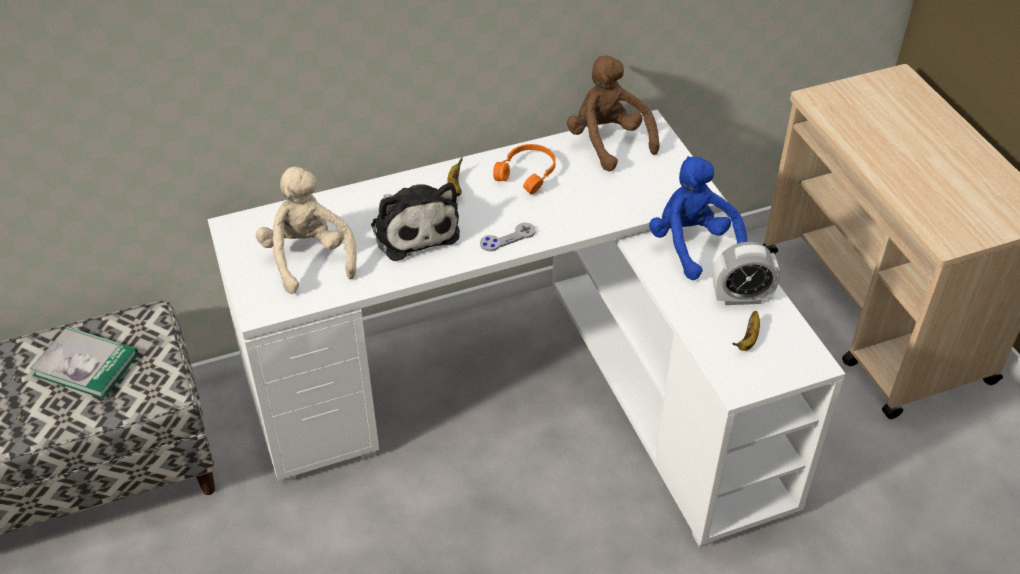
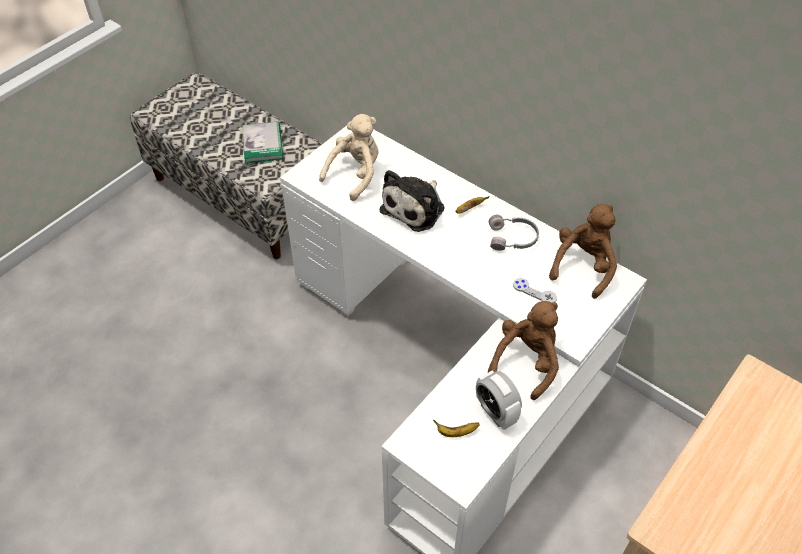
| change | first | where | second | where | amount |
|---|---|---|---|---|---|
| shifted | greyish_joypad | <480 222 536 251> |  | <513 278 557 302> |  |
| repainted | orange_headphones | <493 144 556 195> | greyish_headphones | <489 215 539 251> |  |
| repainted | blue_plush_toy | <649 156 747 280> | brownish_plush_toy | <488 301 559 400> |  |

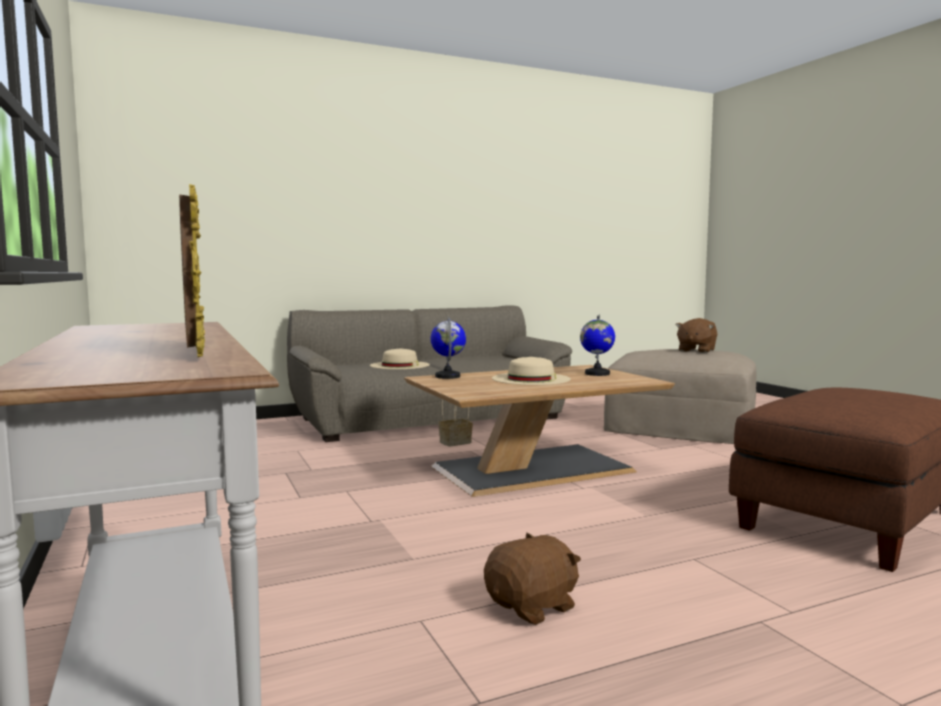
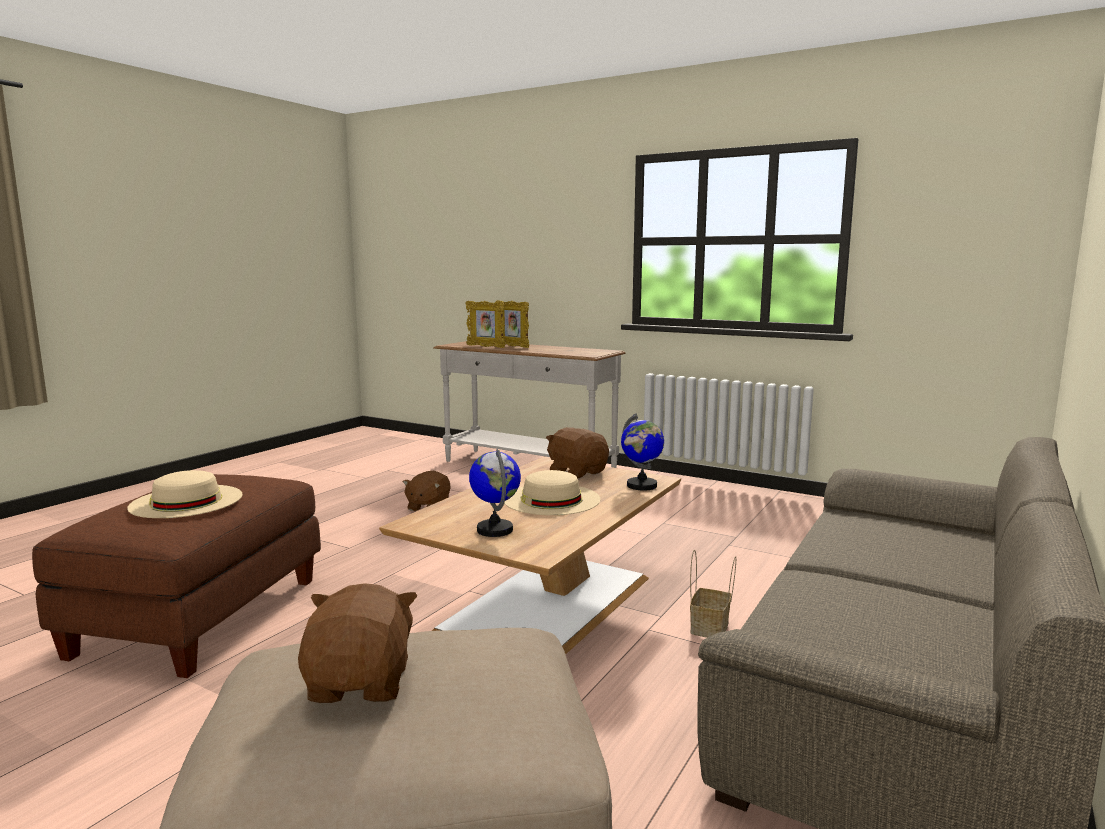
| change | first | where | second | where | amount |
|---|---|---|---|---|---|
| new |  |  | standing_frame | <496 300 529 348> |  |
| new |  |  | brownish_plush_toy | <546 427 609 479> |  |
| shifted | beige_hat | <370 348 430 369> |  | <127 470 243 518> |  |

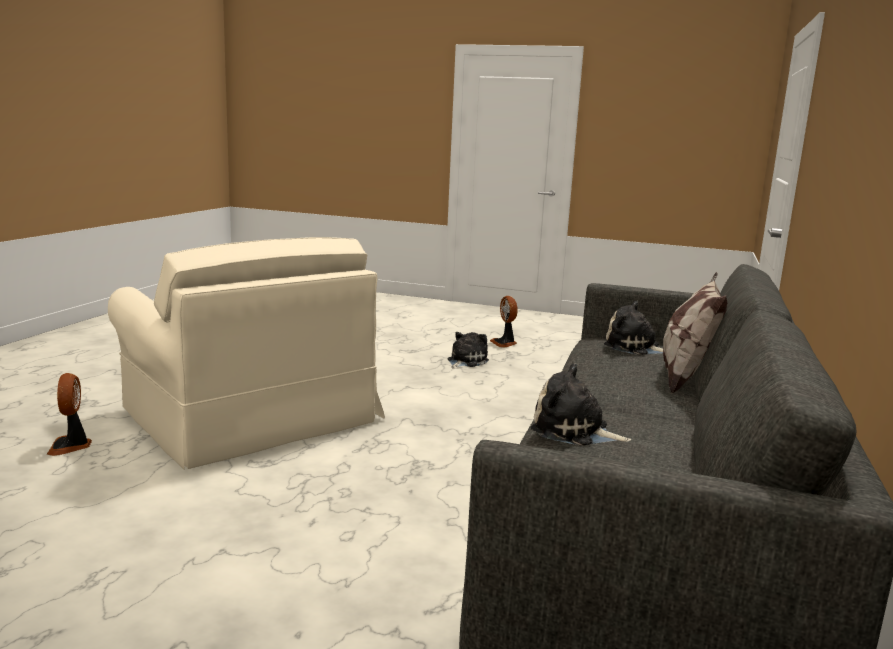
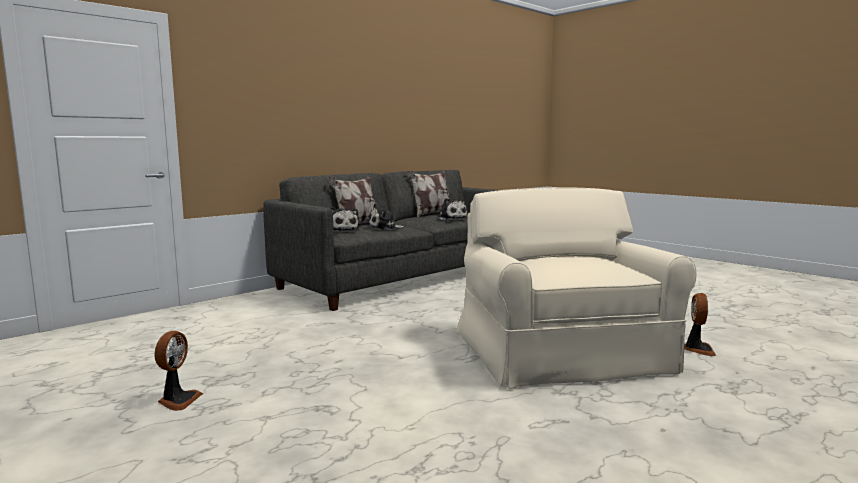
| change | first | where | second | where | amount |
|---|---|---|---|---|---|
| new |  |  | cushion | <407 171 449 217> |  |
| shifted | plush_toy | <448 332 489 369> |  | <368 204 405 230> |  |

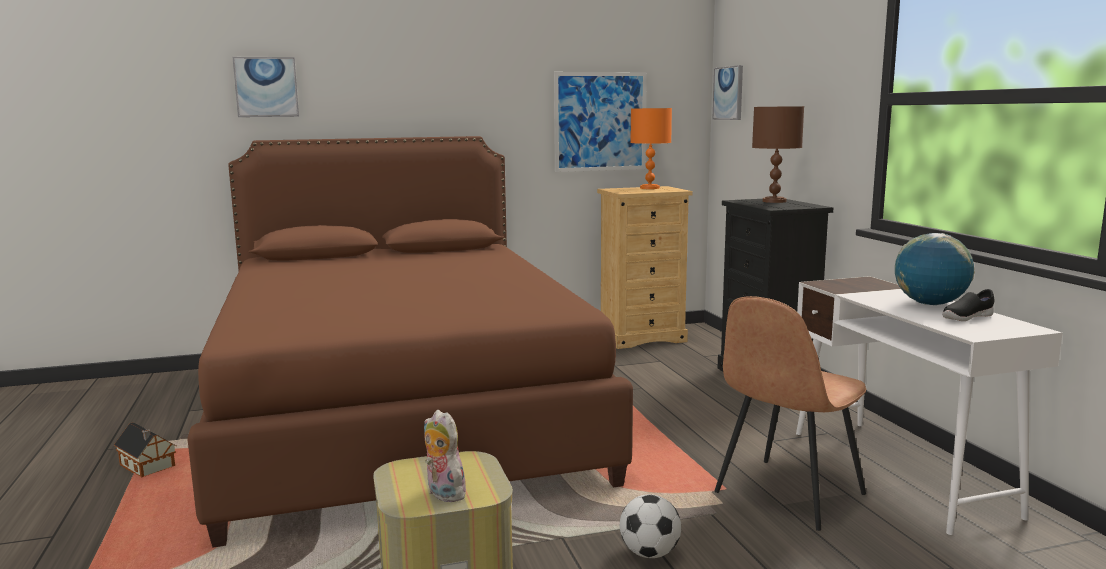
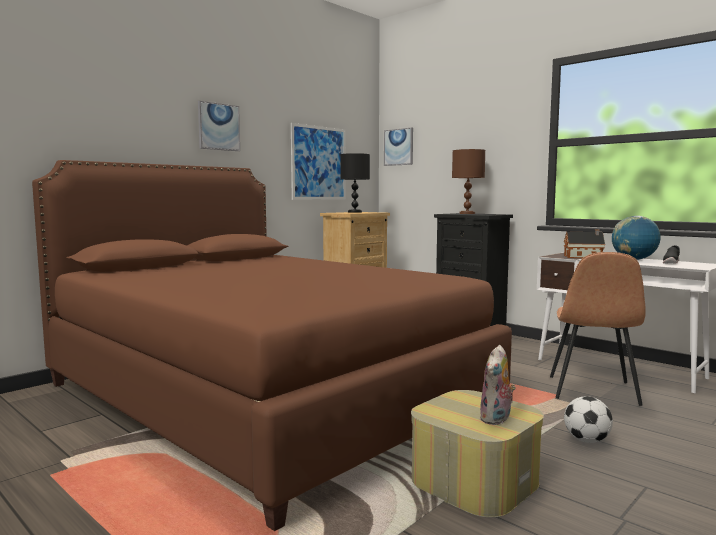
| change | first | where | second | where | amount |
|---|---|---|---|---|---|
| shifted | model_house | <114 422 176 477> |  | <564 229 605 258> |  |
| shifted | wall_picture | <233 57 299 117> |  | <198 101 240 151> |  |
| repainted | orange_table_lamp | <630 108 672 189> | black_table_lamp | <340 153 370 213> |  |
| rotated | plush_toy | <424 410 469 502> |  | <480 345 516 425> | 75 degrees counterclockwise |

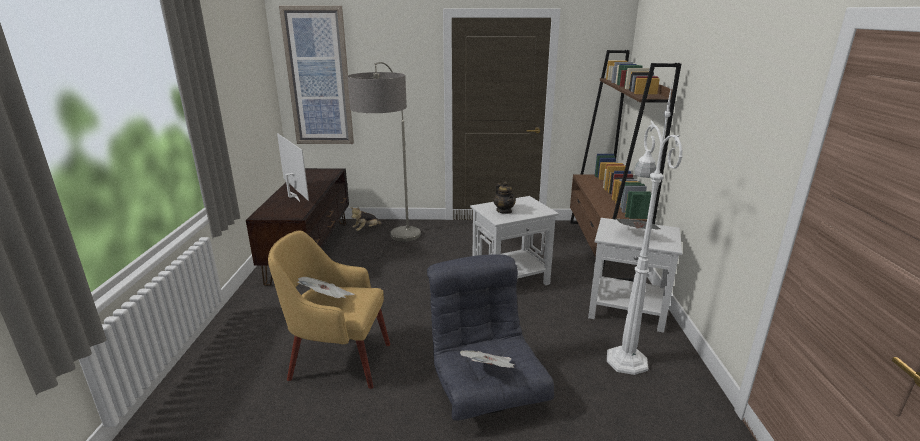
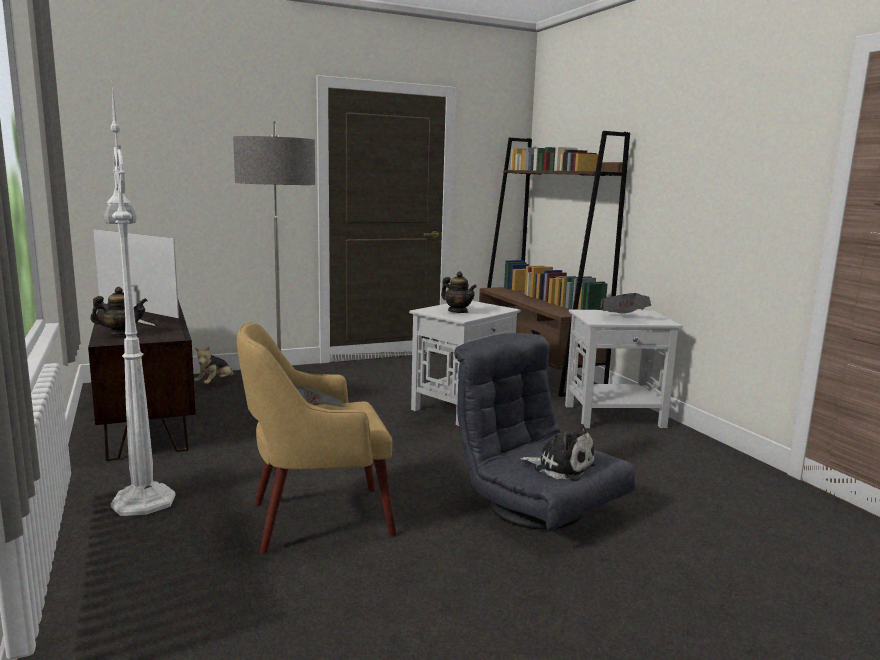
| change | first | where | second | where | amount |
|---|---|---|---|---|---|
| gone | wall_picture | <279 6 354 144> |  |  |  |
| new |  |  | pot_for_tea | <90 287 148 336> |  |
| shifted | white-coloured_standard_lamp | <607 80 683 375> |  | <104 83 175 516> |  |
| swapped | newspaper | <460 351 514 368> | plush_toy | <520 424 596 481> |  |

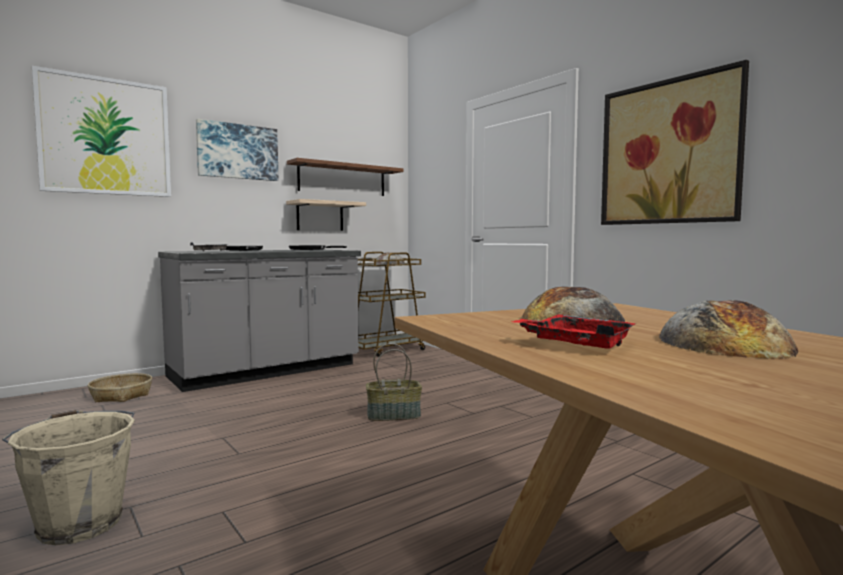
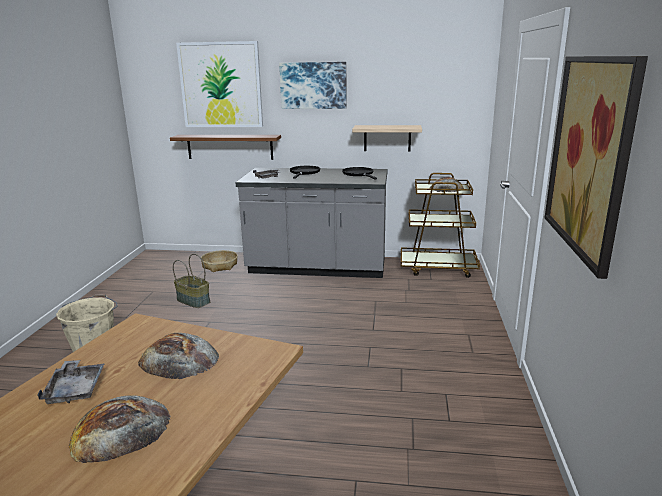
| change | first | where | second | where | amount |
|---|---|---|---|---|---|
| shifted | brownish_bracket_shelf | <287 158 404 196> |  | <170 135 281 160> |  |
| shifted | household_basket | <366 343 422 421> |  | <173 254 210 308> |  |
| repainted | red_carrying_tray | <513 314 637 349> | greyish_carrying_tray | <38 360 105 404> |  |

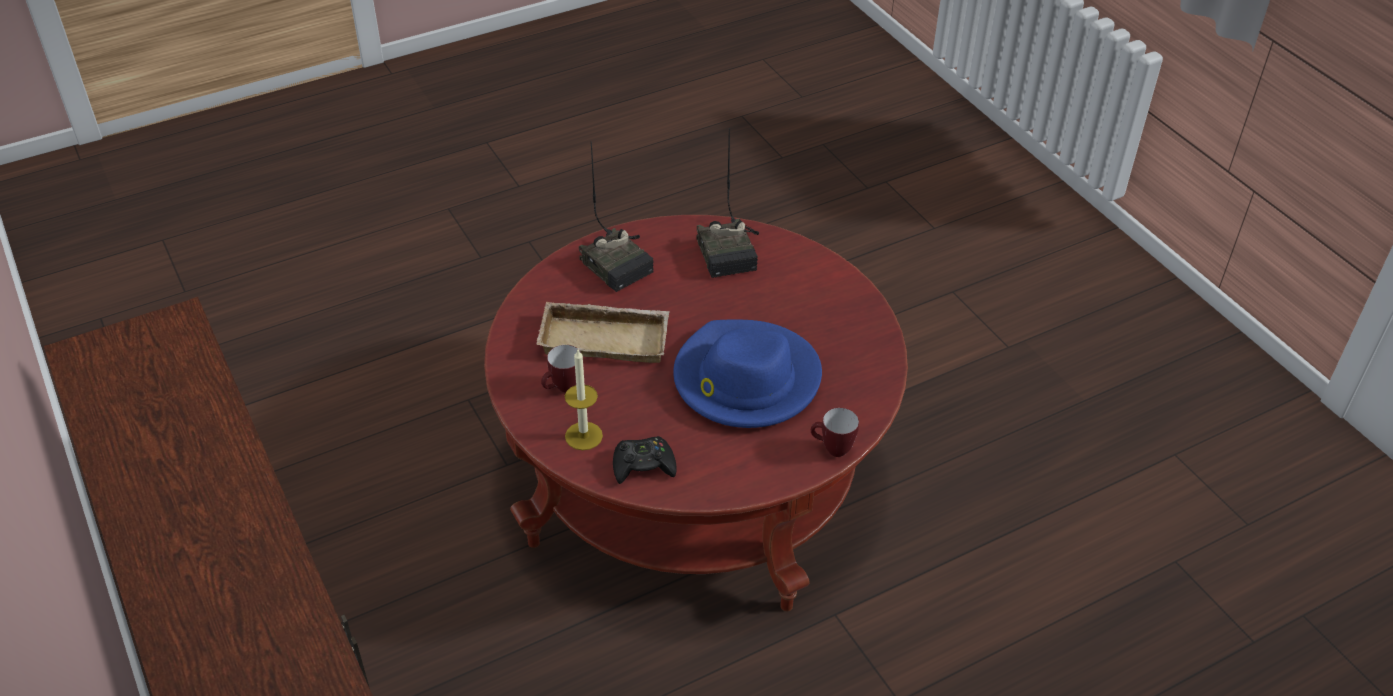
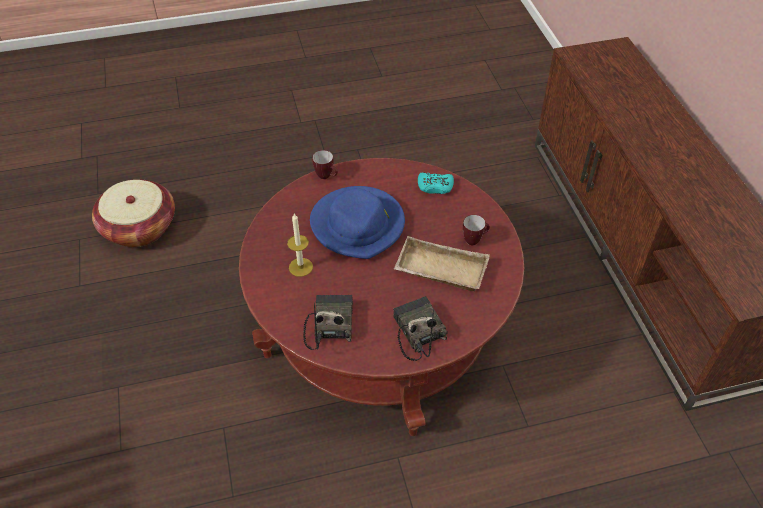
| change | first | where | second | where | amount |
|---|---|---|---|---|---|
| new |  |  | household_basket | <92 179 175 247> |  |
| shifted | wax_light | <565 350 603 450> |  | <287 213 313 277> |  |
| repainted | black_joypad | <613 436 677 484> | turquoise_joypad | <418 173 454 194> |  |

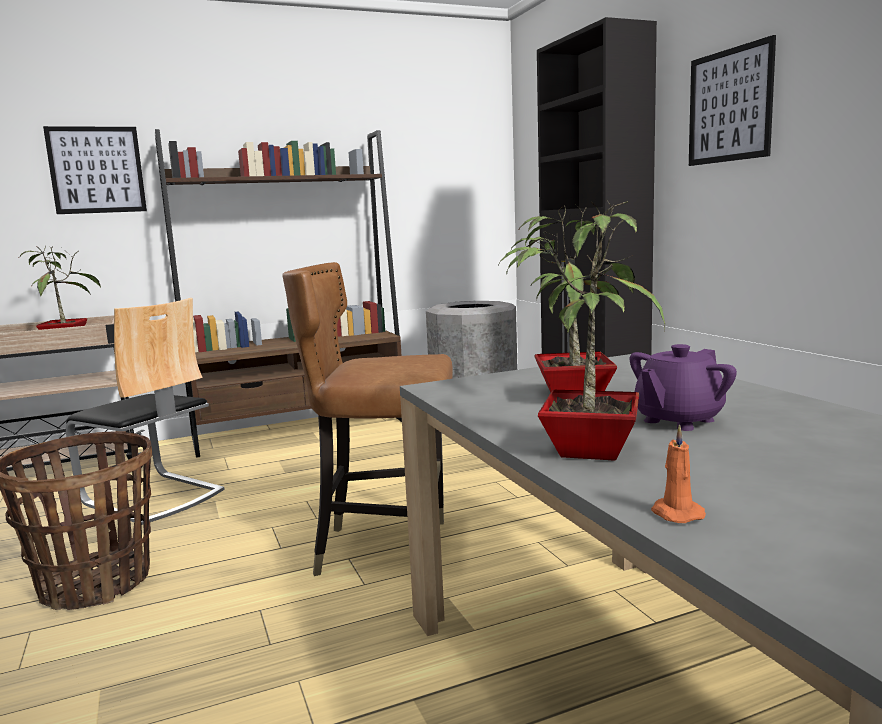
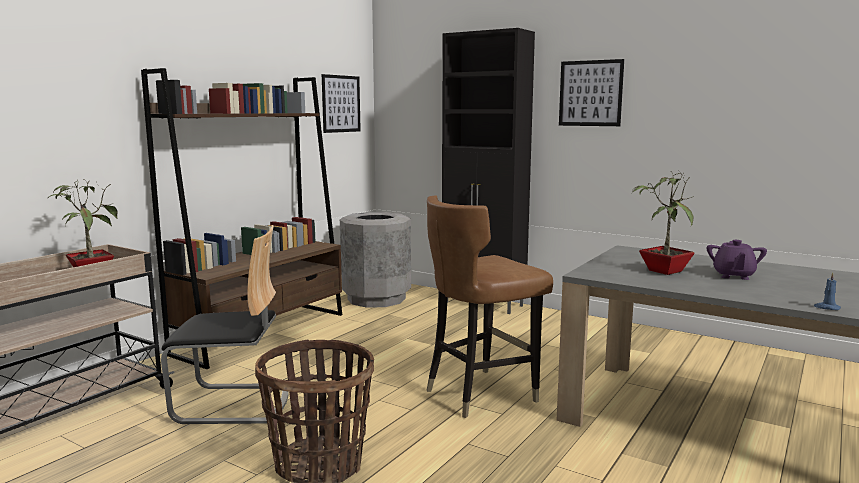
| change | first | where | second | where | amount |
|---|---|---|---|---|---|
| gone | potted_plant | <498 199 665 461> |  |  |  |
| shifted | wall_picture | <43 126 147 214> |  | <322 74 361 133> |  |
| repainted | orange_wax_light | <651 424 706 523> | blue_wax_light | <814 272 841 310> |  |

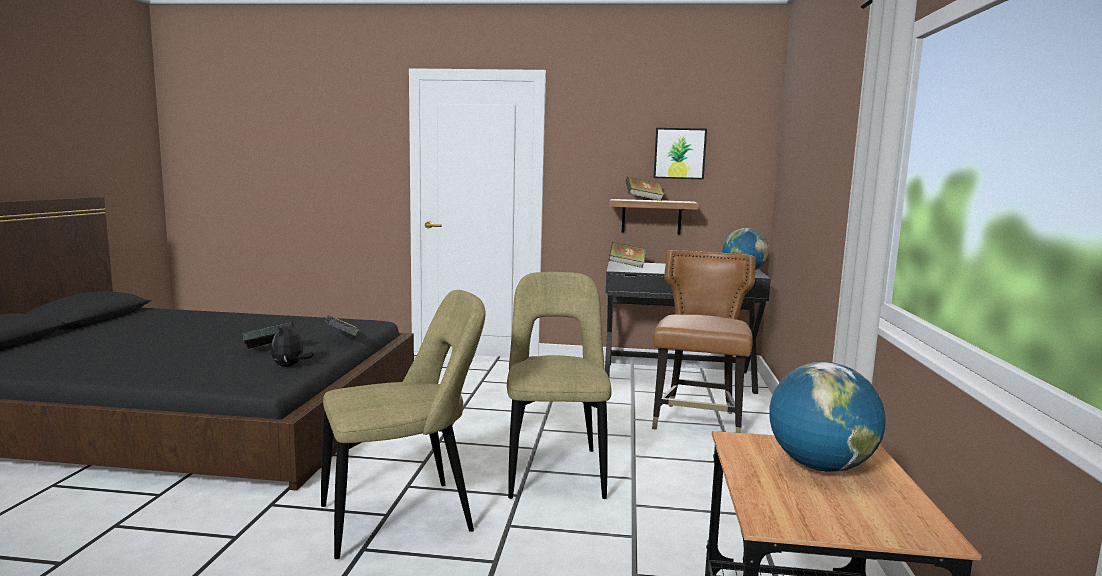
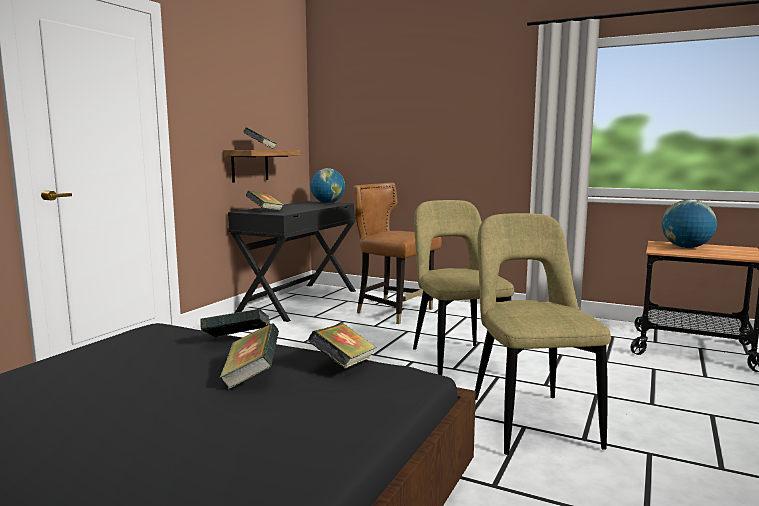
| change | first | where | second | where | amount |
|---|---|---|---|---|---|
| gone | wall_picture | <654 128 707 179> |  |  |  |
| swapped | plush_toy | <271 321 314 367> | volume | <308 323 377 369> |  |
| rotated | beige_chair | <507 272 612 499> |  | <413 200 514 375> | 60 degrees clockwise |

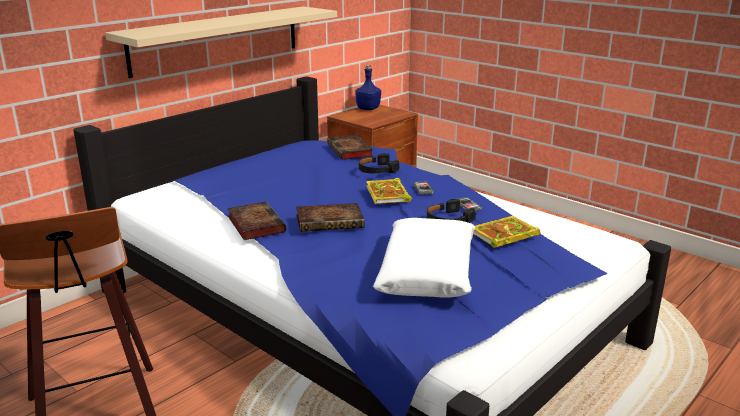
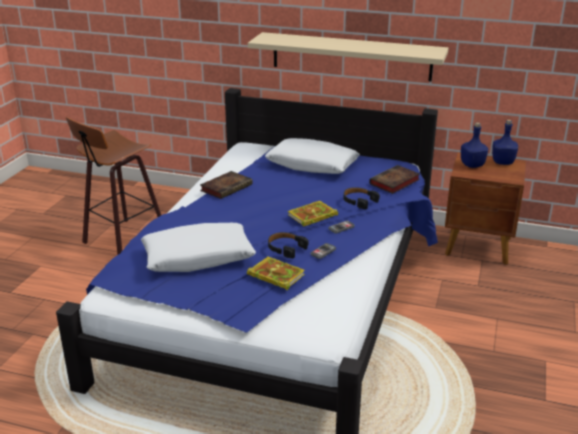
| change | first | where | second | where | amount |
|---|---|---|---|---|---|
| gone | volume | <296 203 364 232> |  |  |  |
| new |  |  | white-coloured_cushion | <265 138 360 174> |  |
| new |  |  | blue_drink_bottle | <461 122 488 168> |  |

